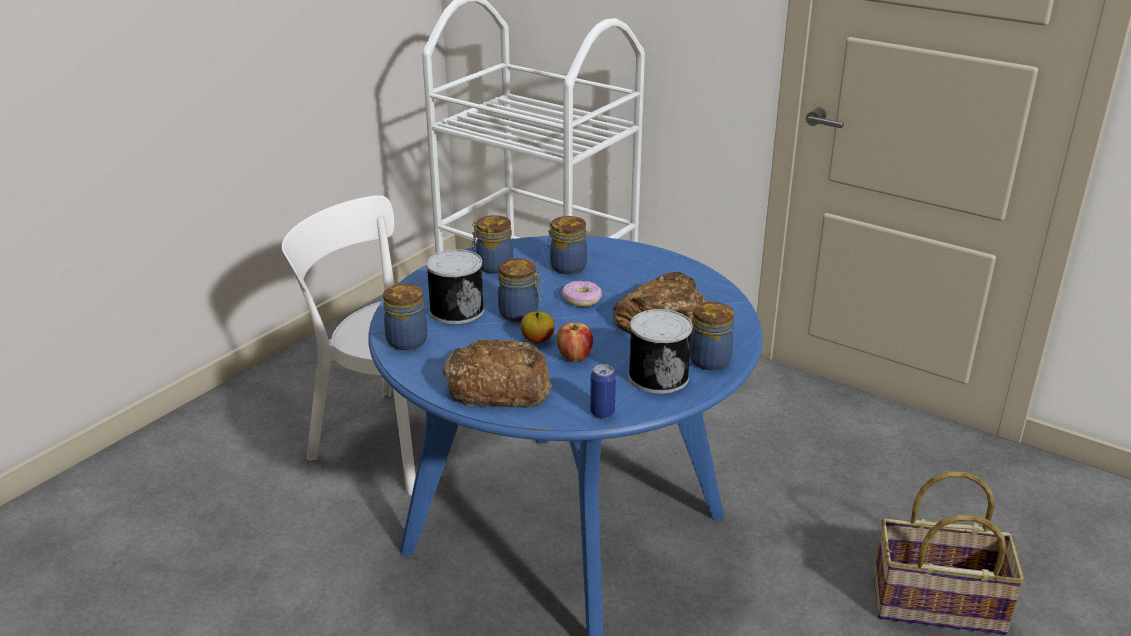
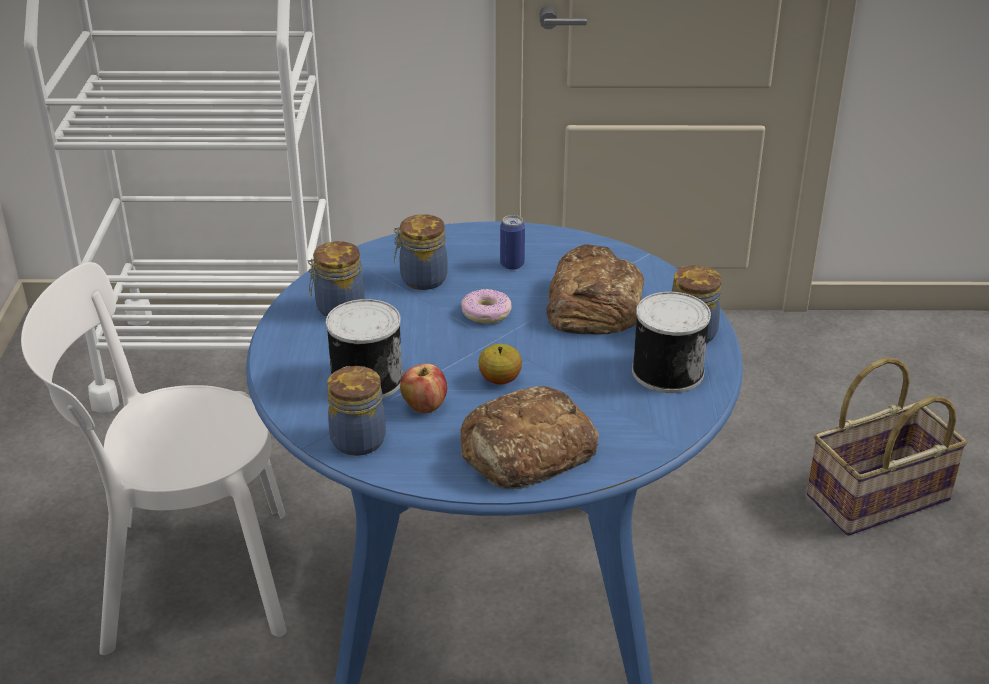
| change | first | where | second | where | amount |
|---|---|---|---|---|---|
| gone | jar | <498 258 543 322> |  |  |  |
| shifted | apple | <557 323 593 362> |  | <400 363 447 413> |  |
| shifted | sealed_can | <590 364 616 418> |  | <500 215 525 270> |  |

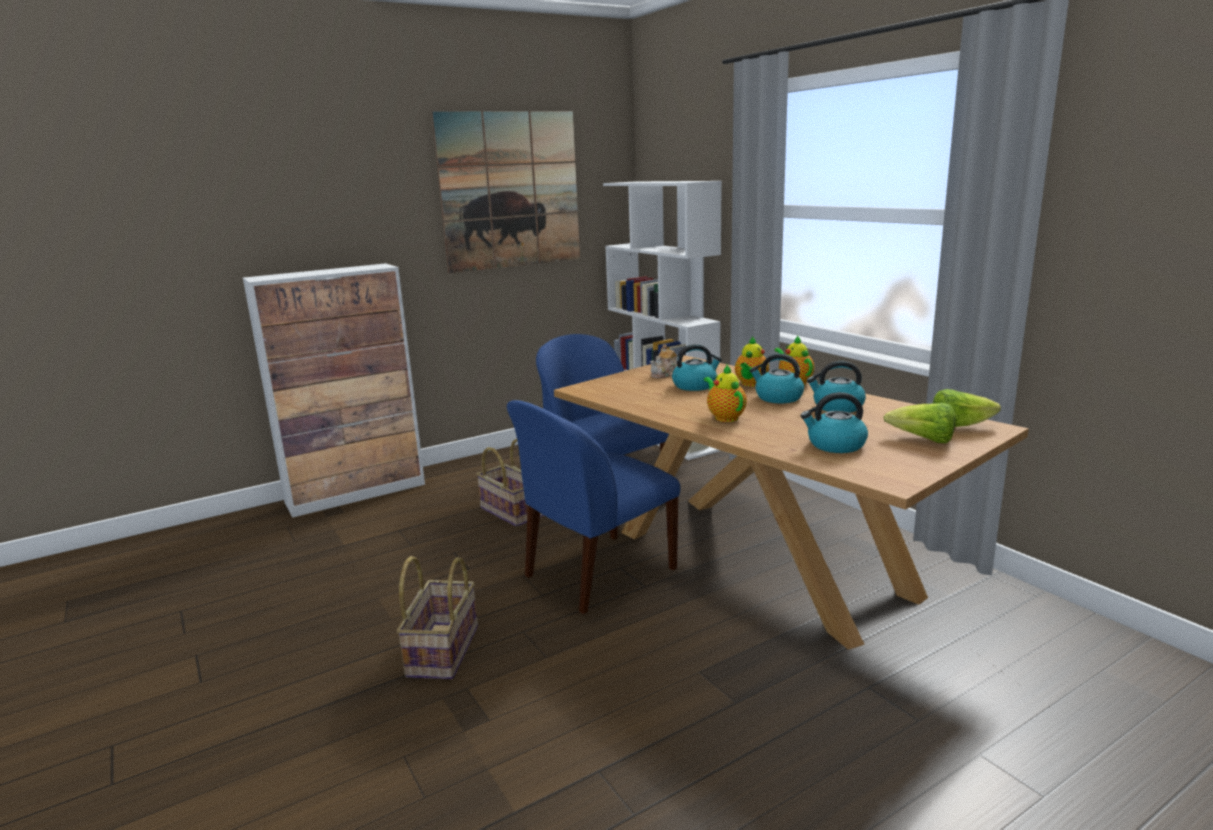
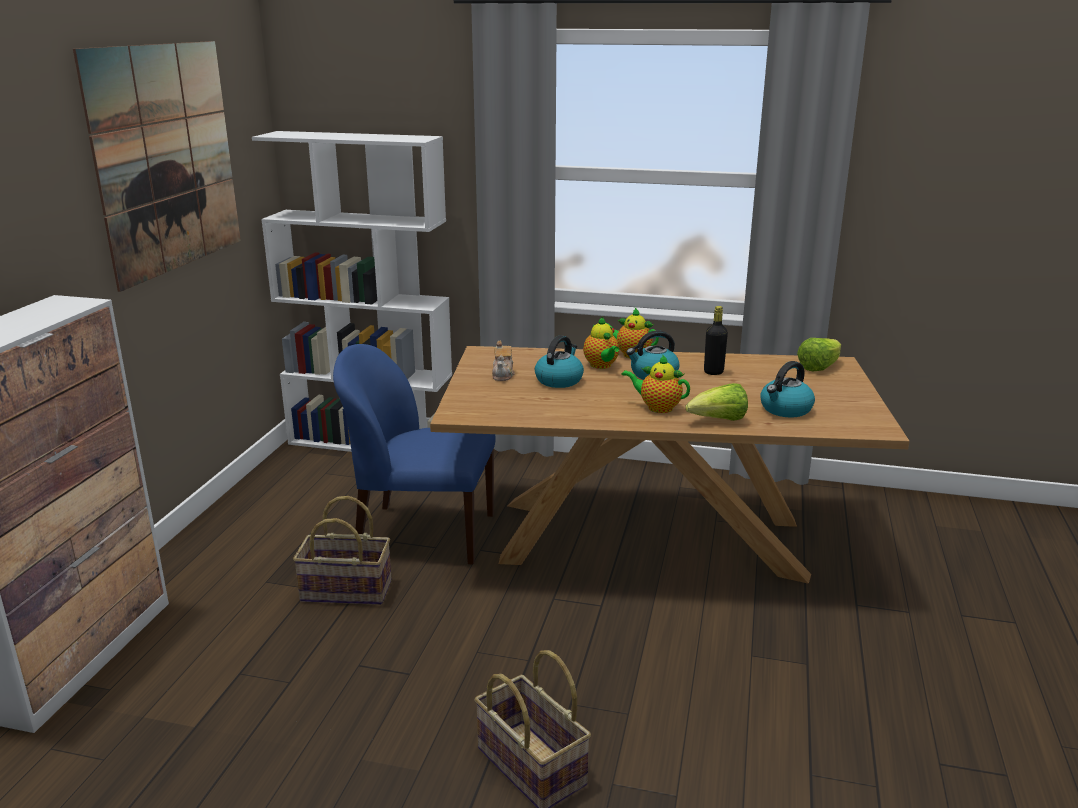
| change | first | where | second | where | amount |
|---|---|---|---|---|---|
| gone | blue_chair | <507 400 681 614> |  |  |  |
| shifted | lettuce | <883 403 955 443> |  | <685 383 748 421> |  |
| swapped | kettle | <807 361 866 413> | black_drink_bottle | <704 306 728 375> |  |

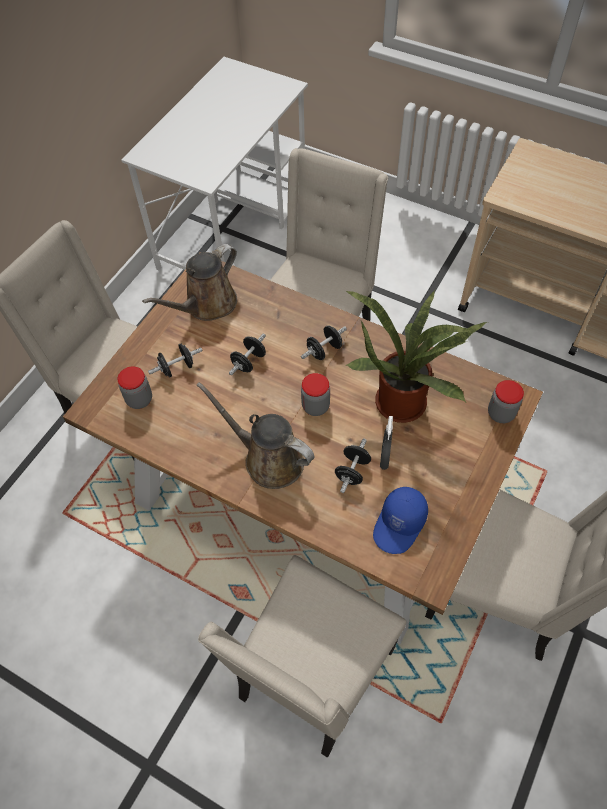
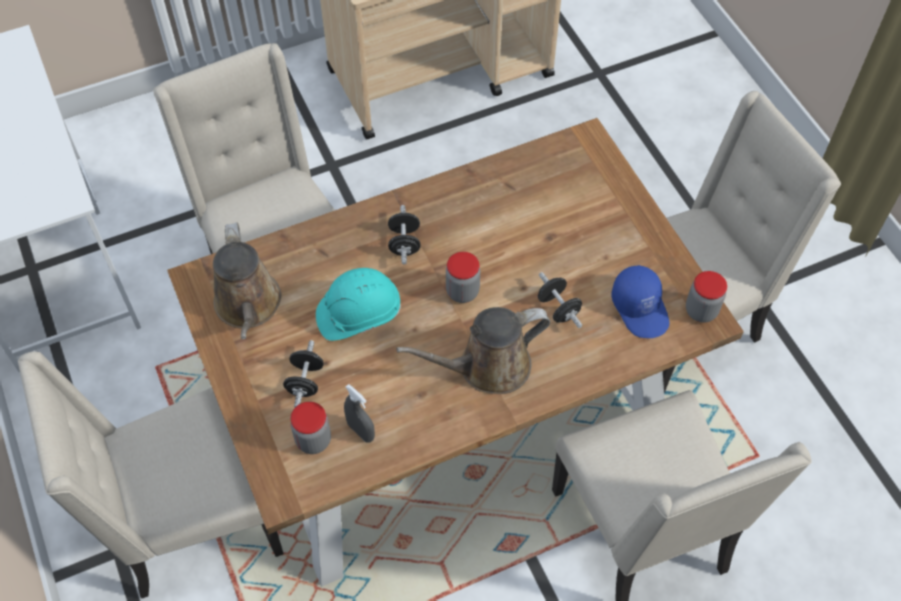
| change | first | where | second | where | amount |
|---|---|---|---|---|---|
| gone | potted_plant | <345 290 487 423> |  |  |  |
| shifted | greyish_spray_bottle | <380 416 393 470> |  | <344 384 375 443> |  |
| shifted | jar | <488 380 524 423> |  | <686 271 727 323> |  |
| swapped | black_free_weight | <229 334 266 375> | turquoise_hard_hat | <316 268 401 341> |  |

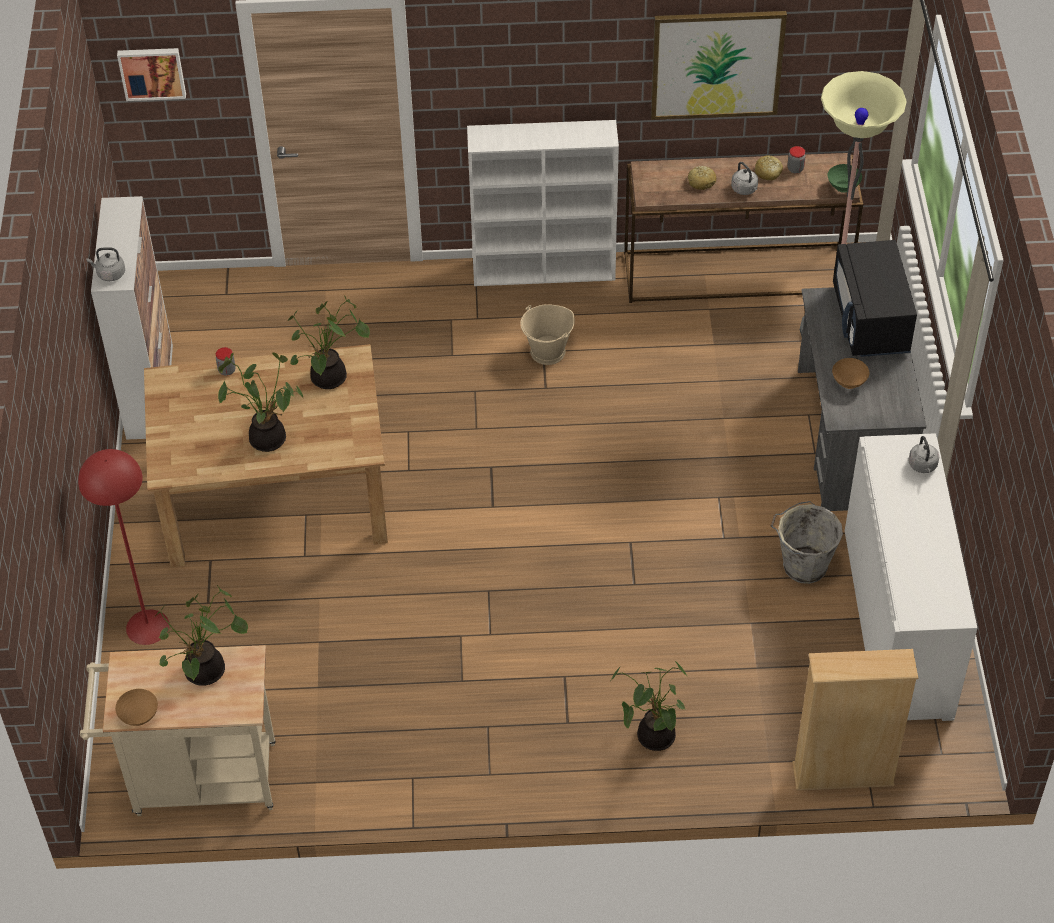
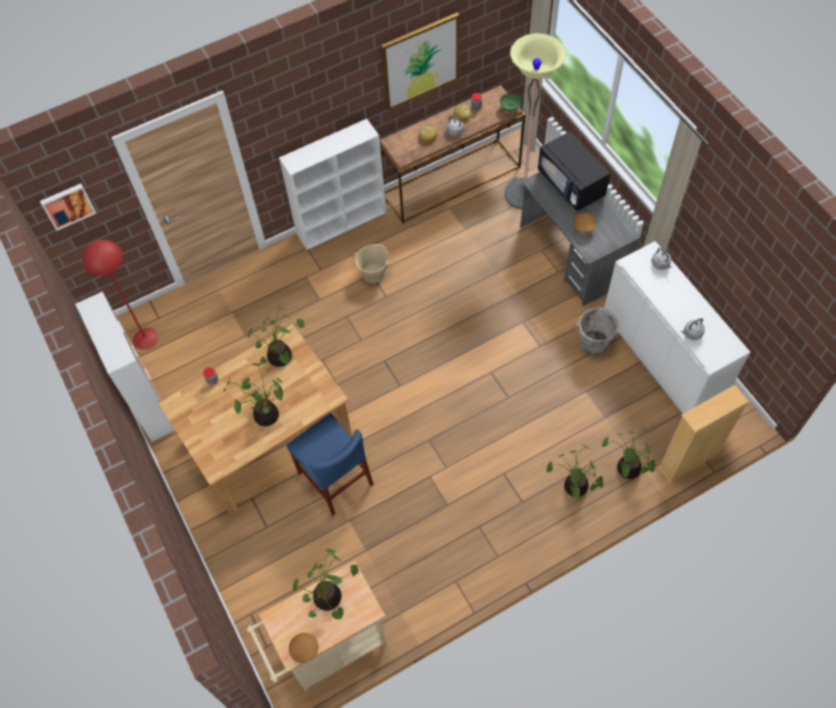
| change | first | where | second | where | amount |
|---|---|---|---|---|---|
| new |  |  | blue_chair | <287 413 374 516> |  |
| new |  |  | potted_plant | <601 426 655 479> |  |
| shifted | red_standard_lamp | <78 449 169 645> |  | <82 239 159 350> |  |
| shifted | greyish_kettle | <86 247 125 281> |  | <681 318 705 340> |  |

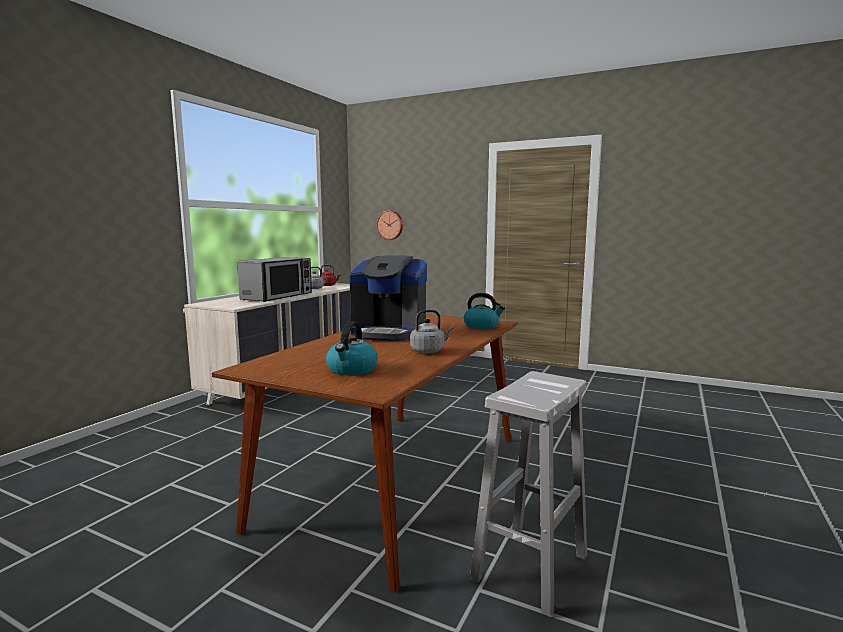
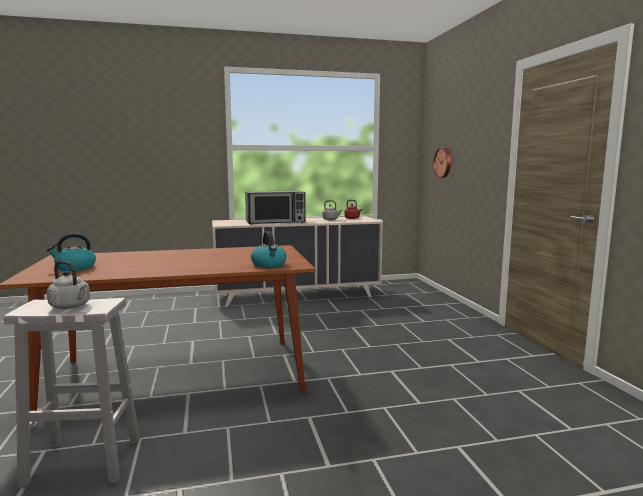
| change | first | where | second | where | amount |
|---|---|---|---|---|---|
| gone | coffee_brewer | <349 255 427 341> |  |  |  |
| shifted | greyish_kettle | <410 310 453 353> |  | <47 261 90 309> |  |

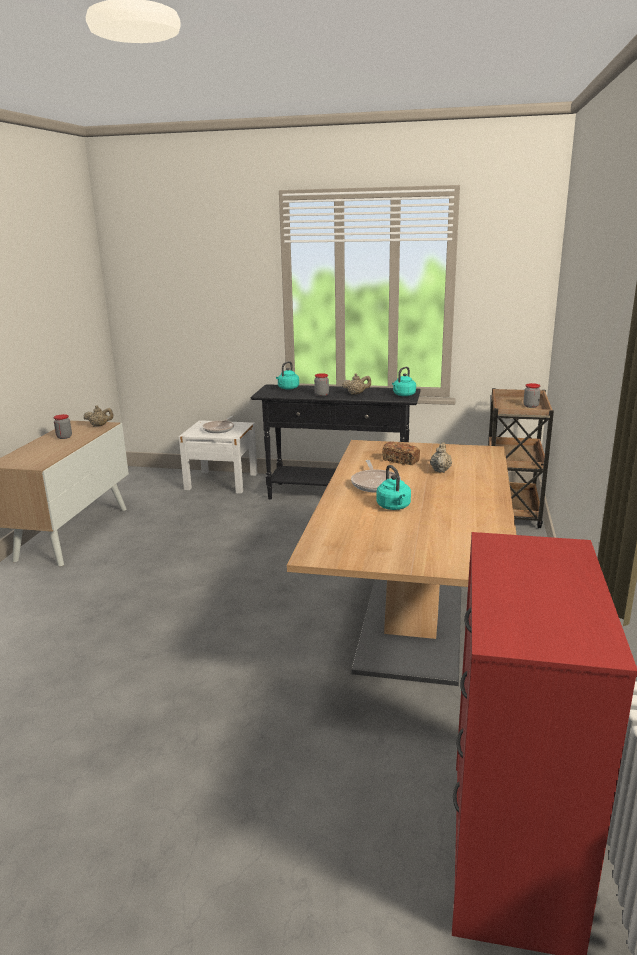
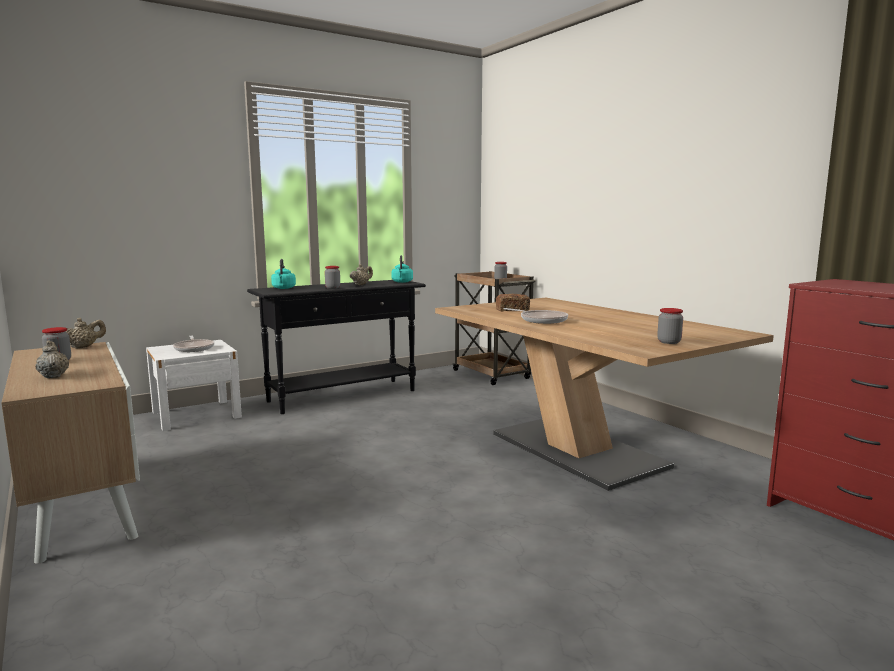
| change | first | where | second | where | amount |
|---|---|---|---|---|---|
| gone | turquoise_kettle | <376 465 411 510> |  |  |  |
| new |  |  | jar | <657 308 683 344> |  |
| shifted | beige_pot_for_tea | <430 442 452 473> |  | <36 340 69 378> |  |

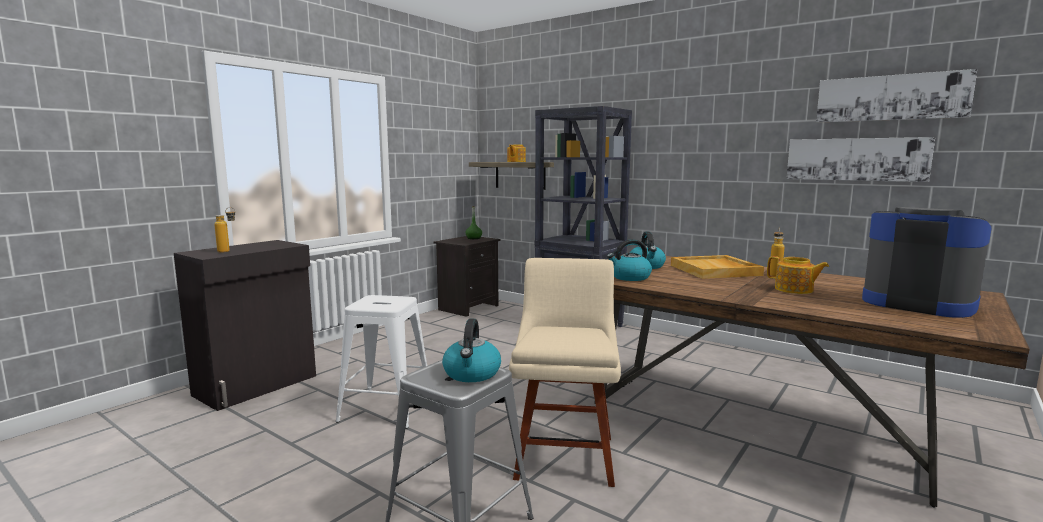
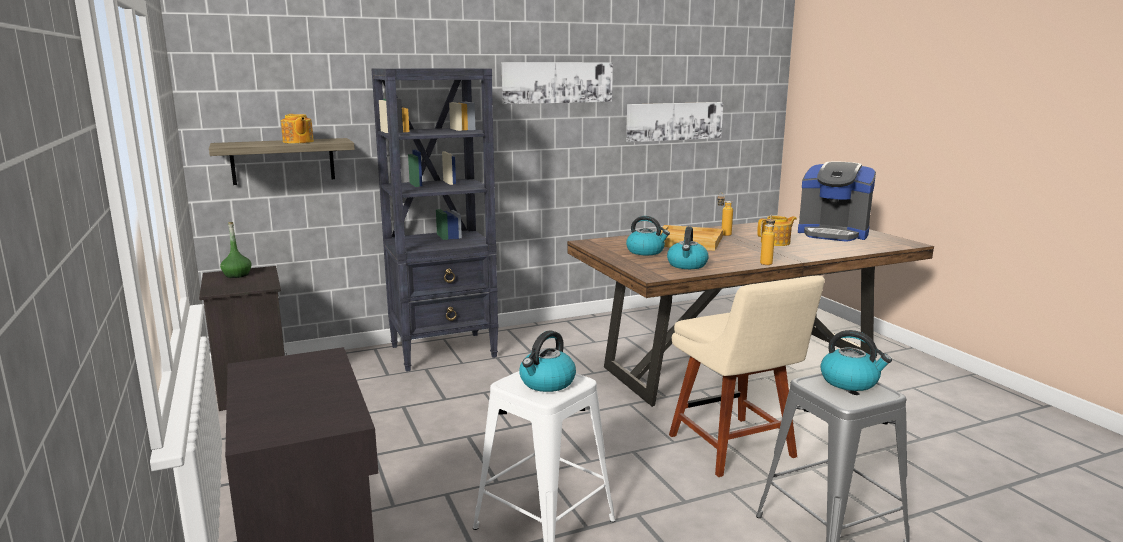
| change | first | where | second | where | amount |
|---|---|---|---|---|---|
| new |  |  | kettle | <519 330 576 392> |  |
| shifted | drink_bottle | <214 207 236 253> |  | <760 215 775 265> |  |
| shifted | wall_picture | <816 69 977 123> |  | <502 62 613 104> |  |
| rotated | beige_chair | <509 258 621 487> |  | <669 276 825 477> | 150 degrees counterclockwise |
| rotated | coffee_brewer | <862 207 992 318> |  | <798 162 876 242> | 135 degrees counterclockwise |

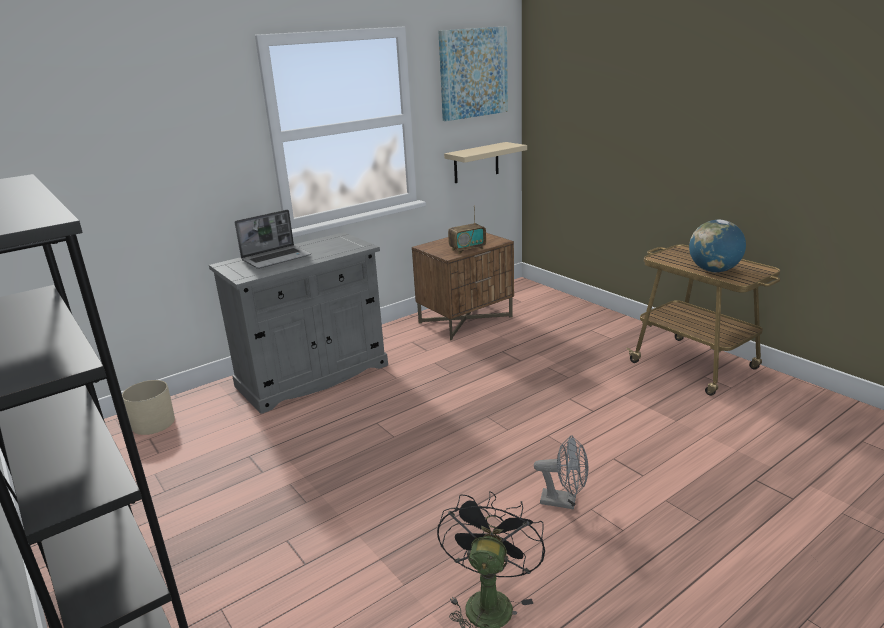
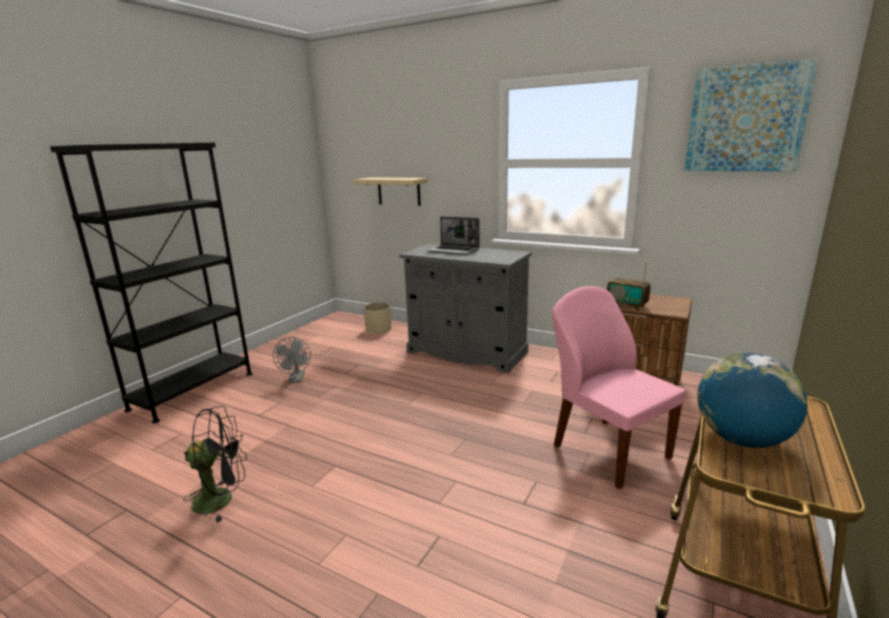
| change | first | where | second | where | amount |
|---|---|---|---|---|---|
| new |  |  | pink-coloured_chair | <552 286 686 489> |  |
| shifted | beige_bracket_shelf | <444 142 527 183> |  | <353 177 428 206> |  |
| shifted | greyish_cooling_fan | <534 435 588 510> |  | <273 337 311 383> |  |

